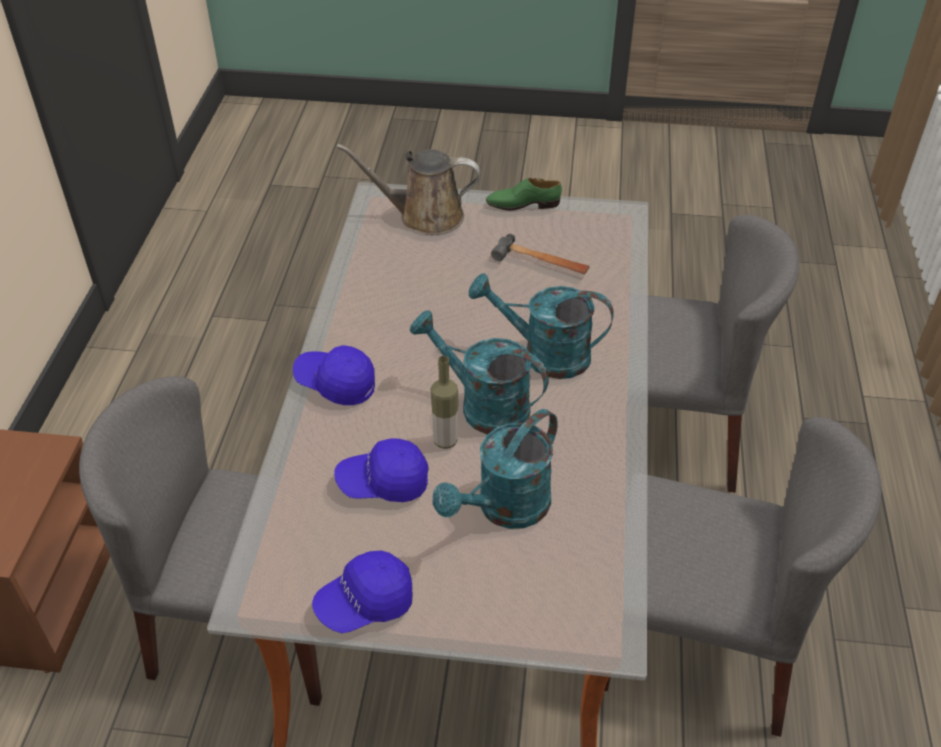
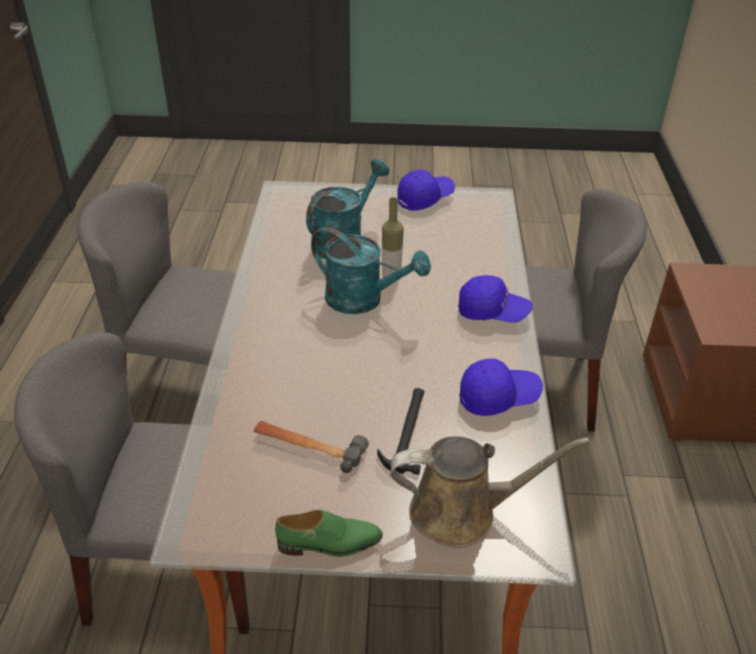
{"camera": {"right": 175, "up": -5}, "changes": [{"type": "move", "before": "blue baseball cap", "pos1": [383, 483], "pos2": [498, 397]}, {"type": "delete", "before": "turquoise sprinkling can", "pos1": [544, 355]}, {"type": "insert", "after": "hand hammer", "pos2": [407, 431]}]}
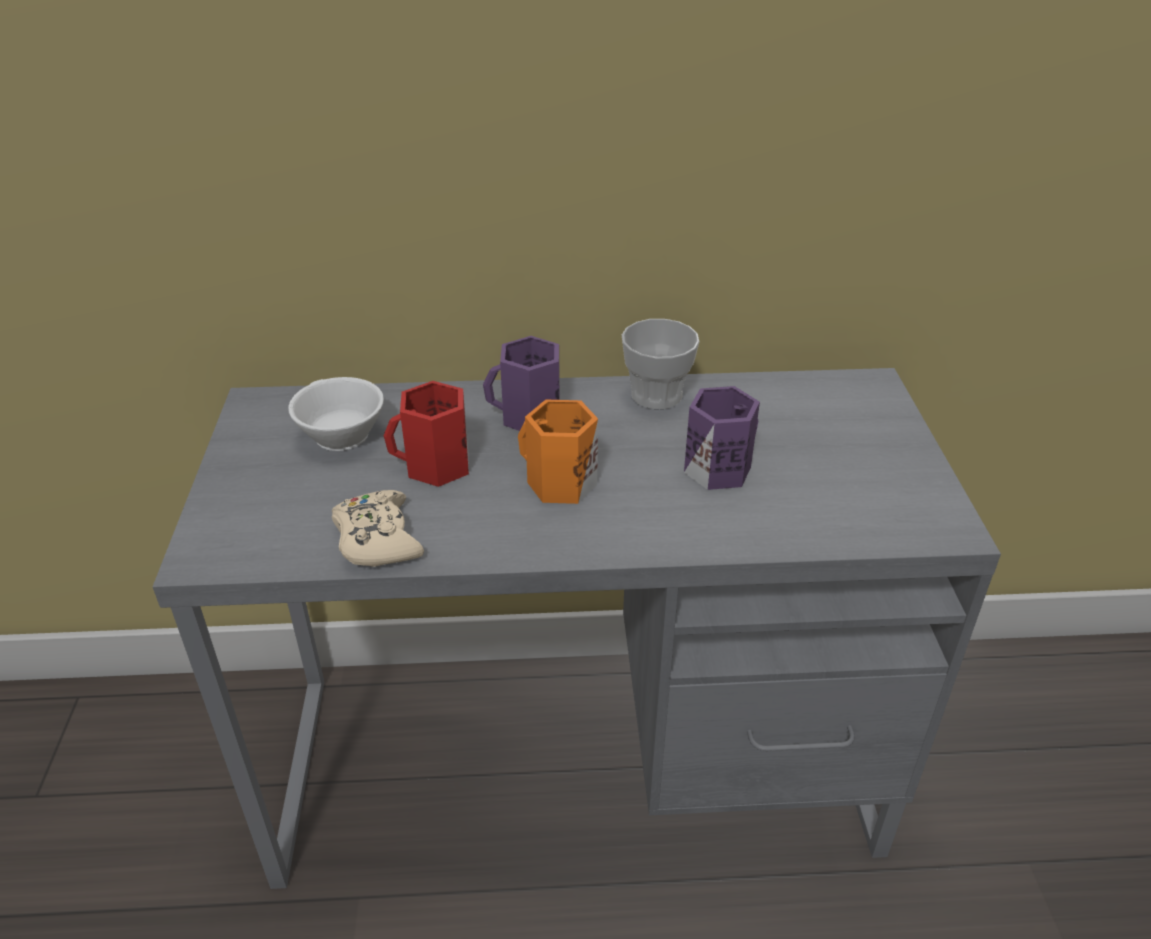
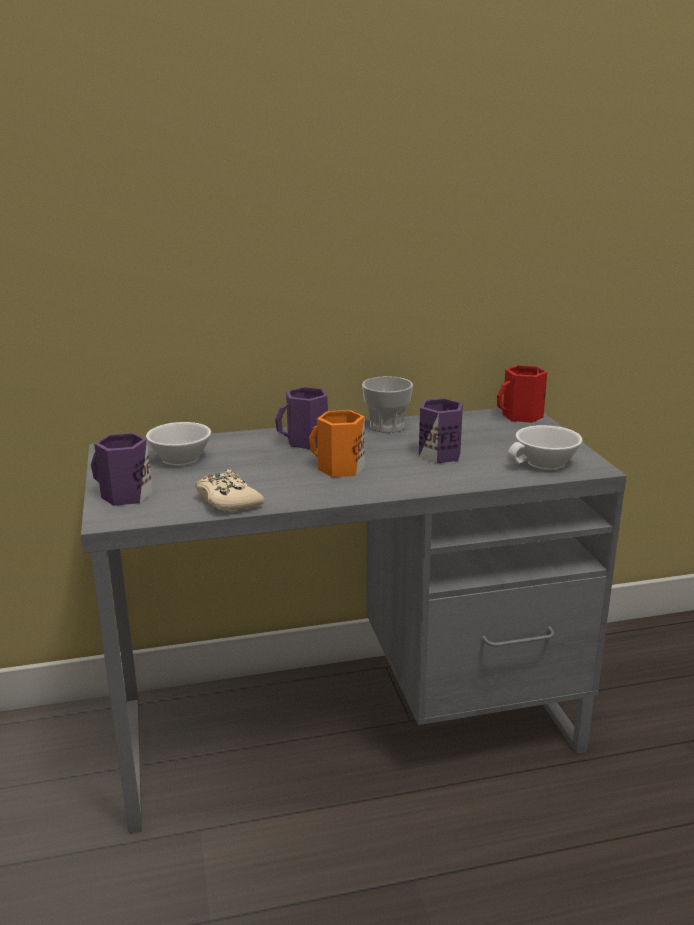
{"camera": {"right": -10, "up": -15}, "changes": [{"type": "move", "before": "red tea mug", "pos1": [435, 467], "pos2": [521, 416]}, {"type": "insert", "after": "purple-coloured tea mug", "pos2": [124, 495]}, {"type": "insert", "after": "white drinking cup", "pos2": [545, 464]}]}
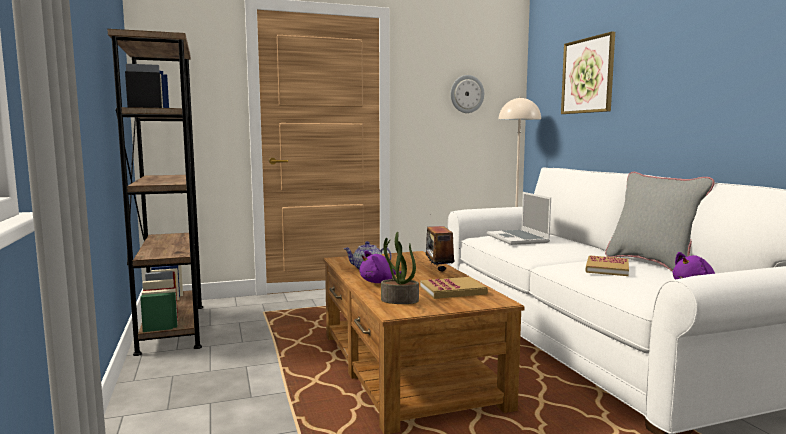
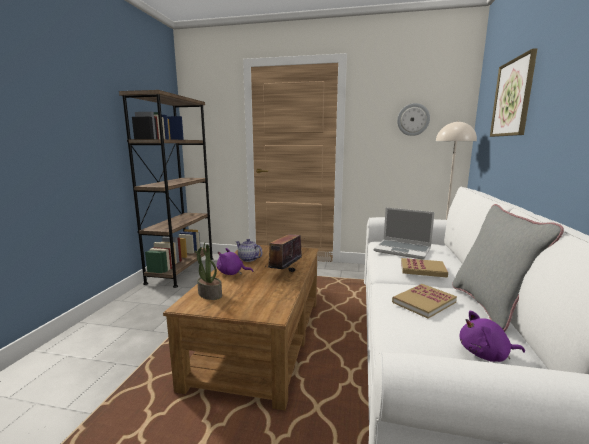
{"camera": {"right": 30, "up": 5}, "changes": [{"type": "move", "before": "book", "pos1": [453, 290], "pos2": [422, 269]}, {"type": "rotate", "before": "notebook computer", "pos1": [518, 239], "pos2": [403, 250], "turn": -75}]}
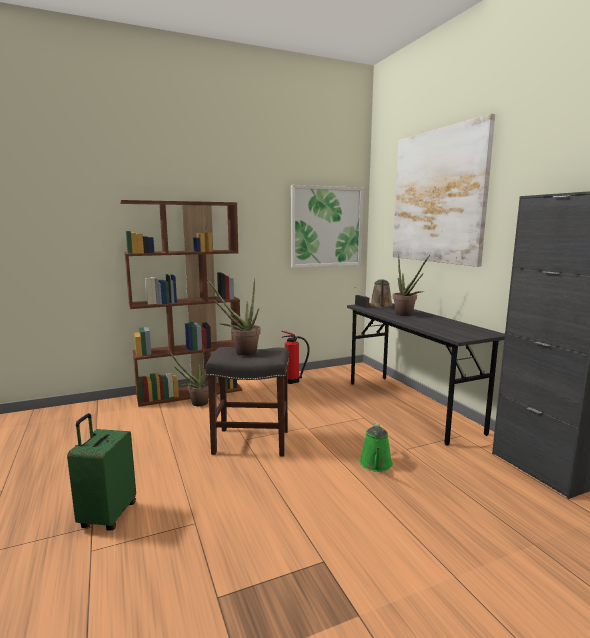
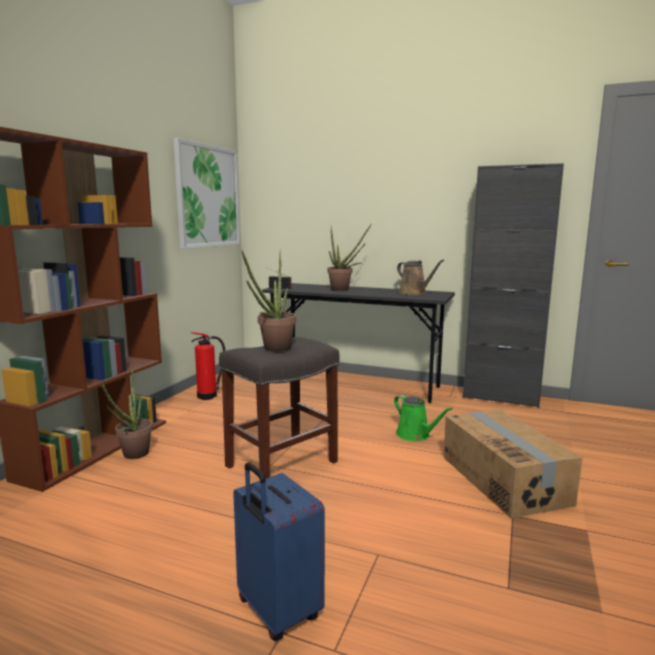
{"camera": {"right": -45, "up": 0}, "changes": [{"type": "recolor", "before": "green-coloured suitcase", "after": "blue suitcase", "pos1": [107, 516], "pos2": [276, 611]}, {"type": "move", "before": "brown-coloured sprinkling can", "pos1": [381, 306], "pos2": [414, 293]}, {"type": "delete", "before": "picture", "pos1": [437, 197]}, {"type": "insert", "after": "carton", "pos2": [504, 479]}]}
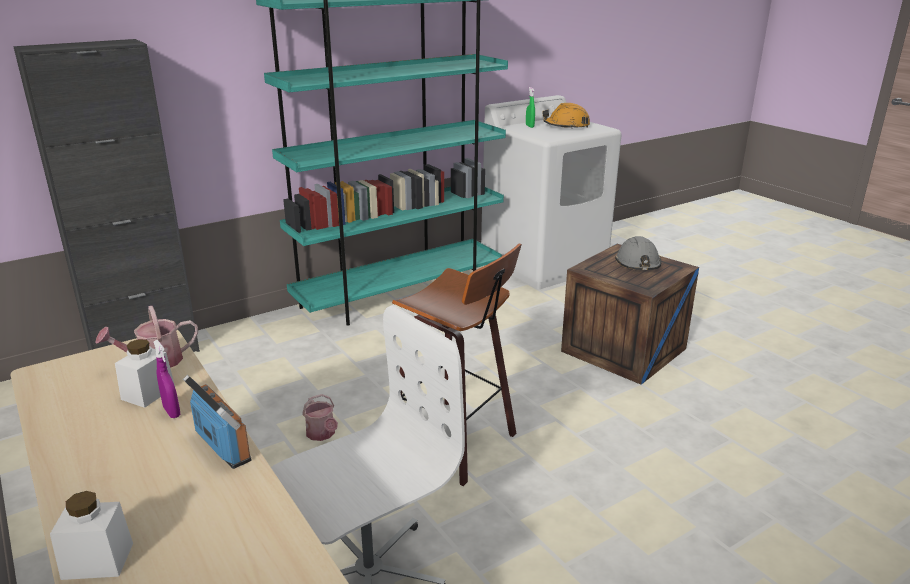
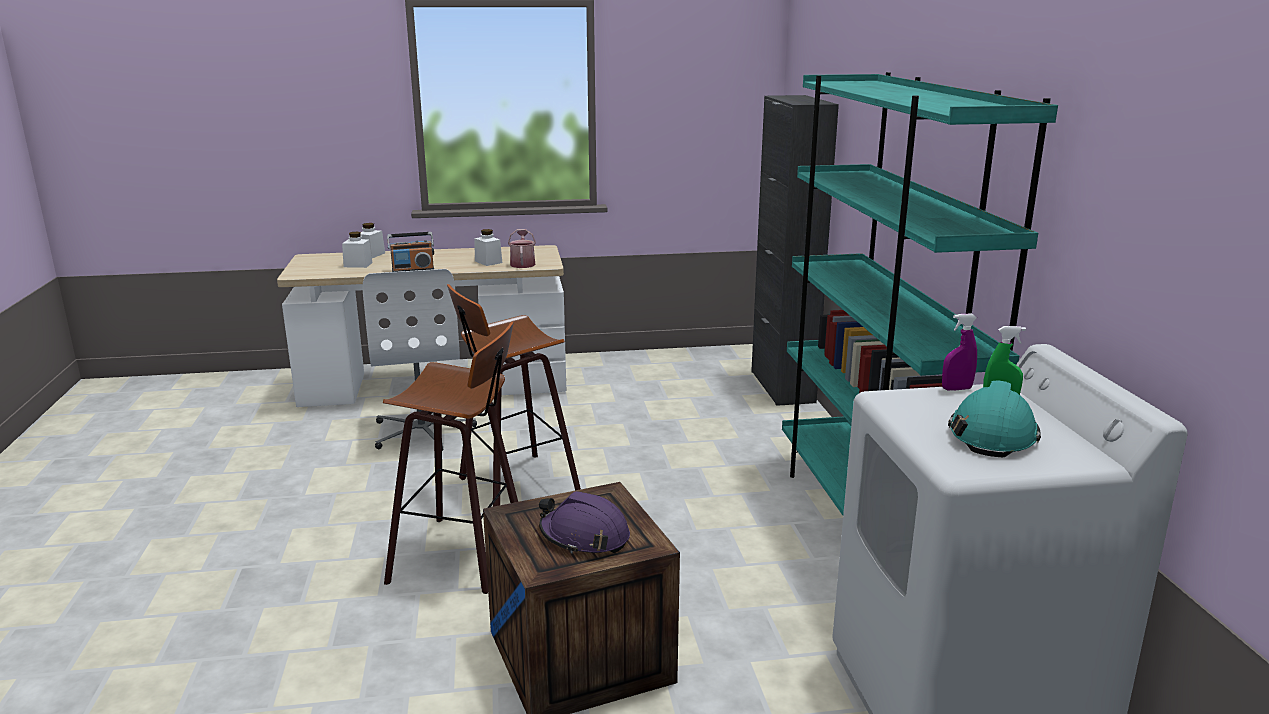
{"camera": {"right": 115, "up": -5}, "changes": [{"type": "move", "before": "purple-coloured spray bottle", "pos1": [172, 412], "pos2": [956, 389]}, {"type": "delete", "before": "sprinkling can", "pos1": [322, 434]}, {"type": "recolor", "before": "orangey safety helmet", "after": "turquoise safety helmet", "pos1": [566, 126], "pos2": [992, 435]}, {"type": "recolor", "before": "gray safety helmet", "after": "purple-coloured safety helmet", "pos1": [638, 264], "pos2": [584, 537]}, {"type": "insert", "after": "white storage jar", "pos2": [358, 265]}, {"type": "insert", "after": "stool seat", "pos2": [464, 556]}]}
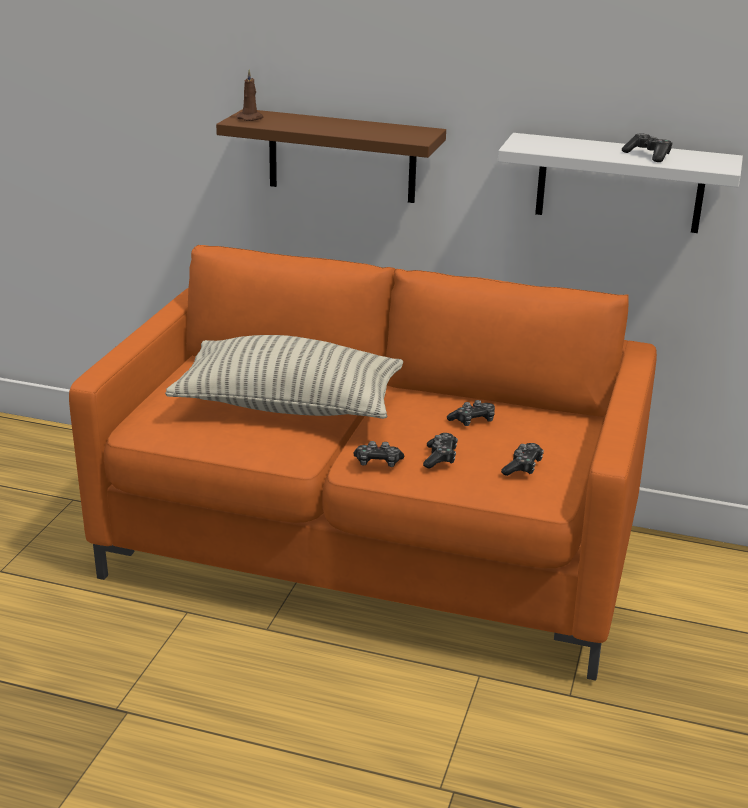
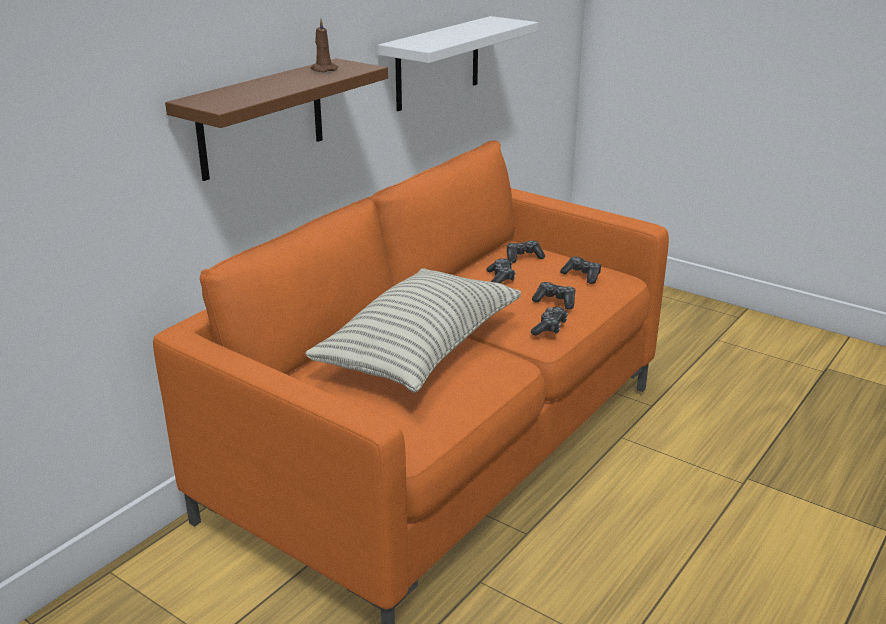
{"camera": {"right": -70, "up": 0}, "changes": [{"type": "move", "before": "brown-coloured candle", "pos1": [251, 118], "pos2": [323, 70]}, {"type": "move", "before": "game controller", "pos1": [648, 155], "pos2": [523, 257]}]}
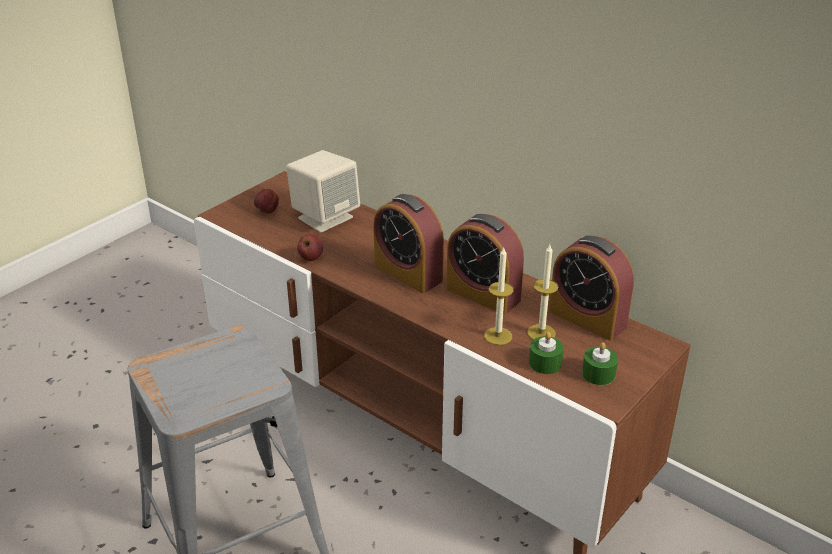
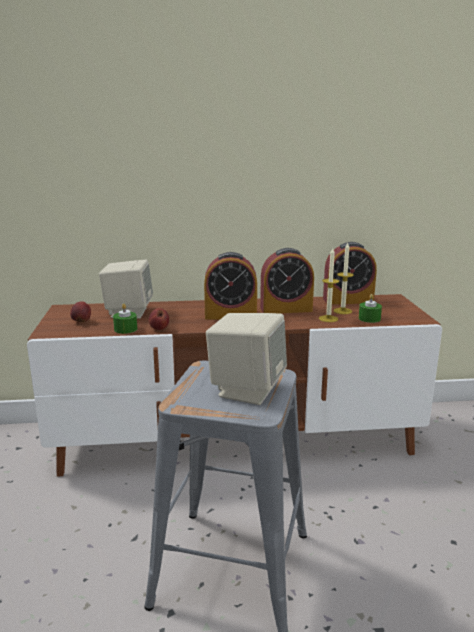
{"camera": {"right": -45, "up": -15}, "changes": [{"type": "move", "before": "green-coloured candle", "pos1": [598, 374], "pos2": [125, 329]}, {"type": "insert", "after": "beige speaker", "pos2": [247, 389]}]}
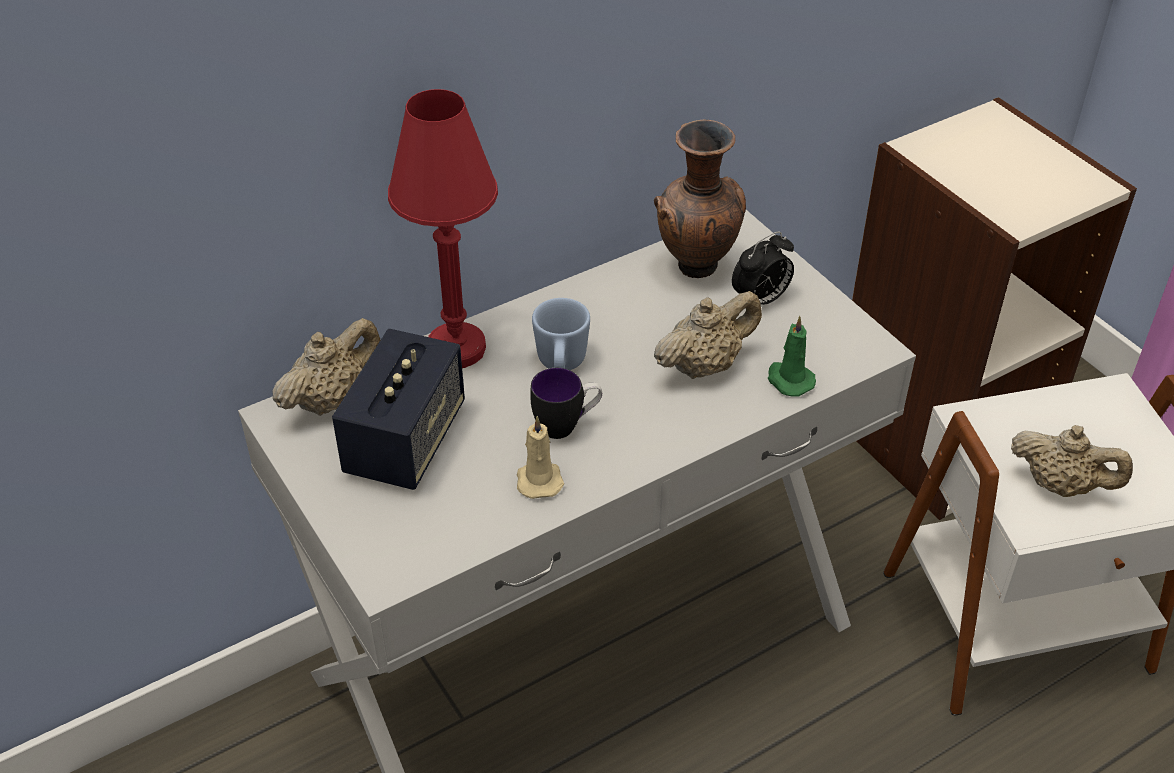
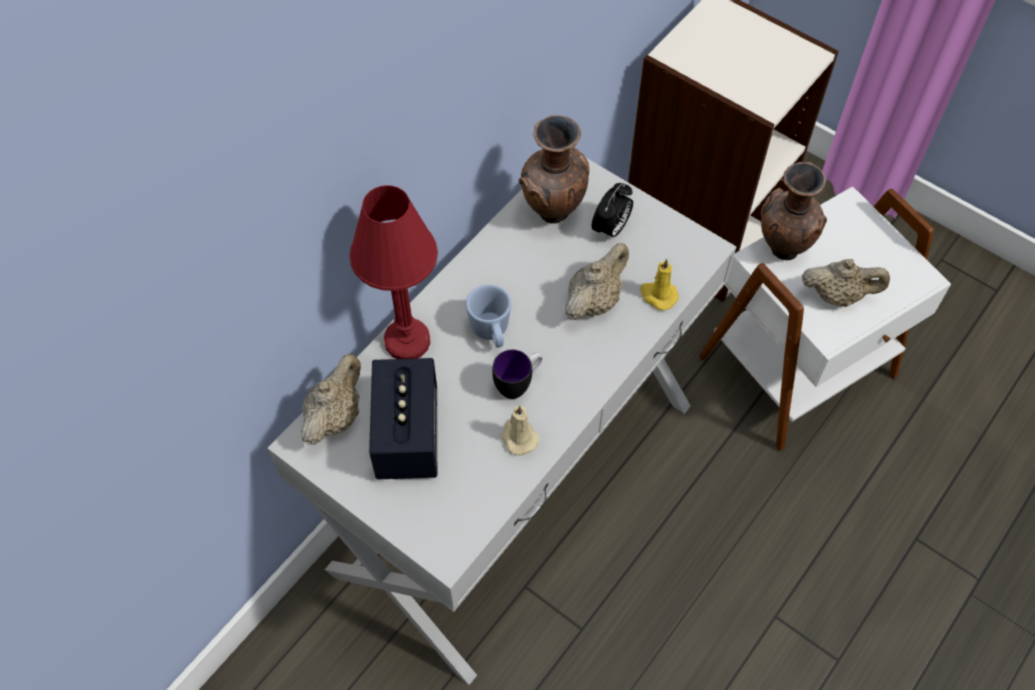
{"camera": {"right": -20, "up": 15}, "changes": [{"type": "recolor", "before": "green-coloured candle", "after": "yellowish candle", "pos1": [789, 380], "pos2": [658, 295]}, {"type": "insert", "after": "brown-coloured flower vase", "pos2": [781, 250]}]}
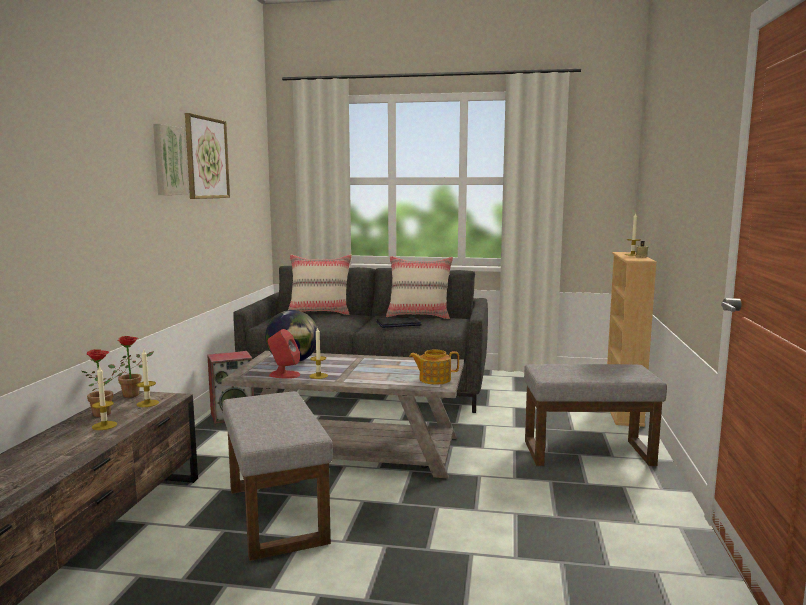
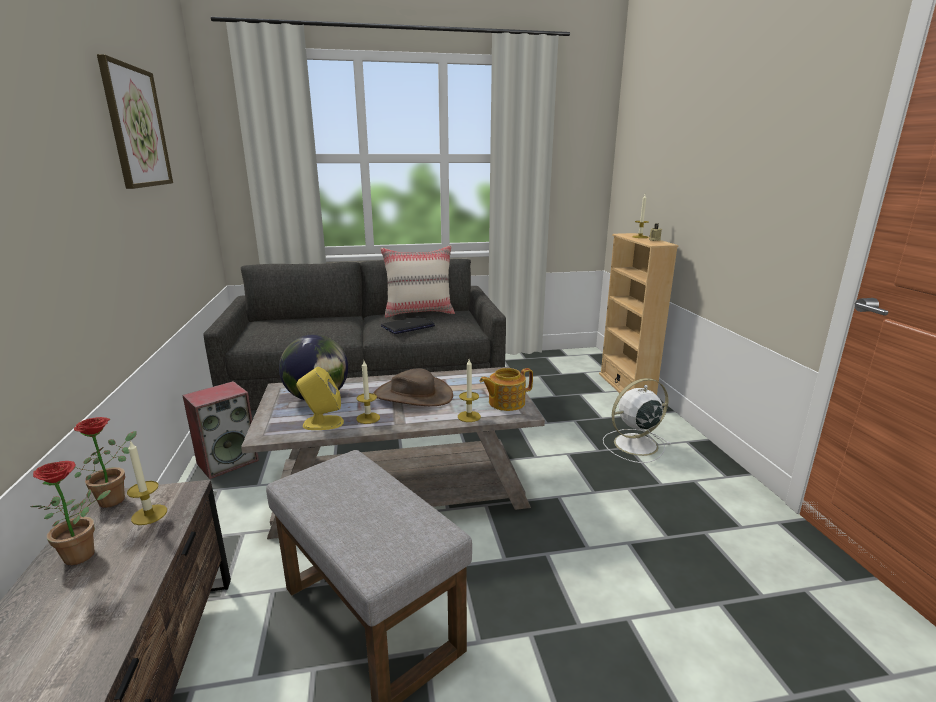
{"camera": {"right": -20, "up": 10}, "changes": [{"type": "move", "before": "candle", "pos1": [104, 425], "pos2": [469, 416]}, {"type": "delete", "before": "picture", "pos1": [167, 160]}, {"type": "recolor", "before": "red speaker", "after": "yellowish speaker", "pos1": [284, 375], "pos2": [322, 423]}, {"type": "delete", "before": "beige throw pillow", "pos1": [320, 312]}, {"type": "replace", "before": "gray footrest", "after": "white cooling fan", "pos1": [586, 453], "pos2": [634, 445]}, {"type": "insert", "after": "brown-coloured hat", "pos2": [413, 395]}]}
